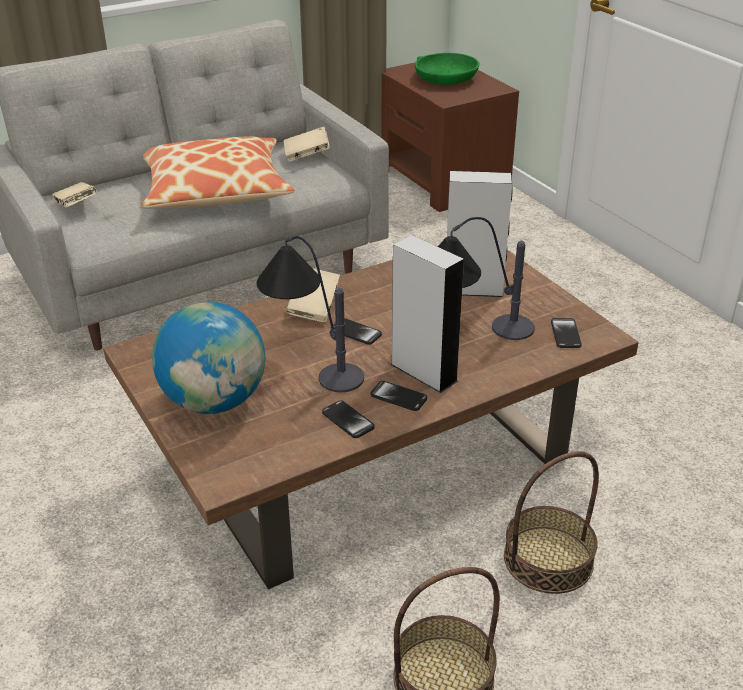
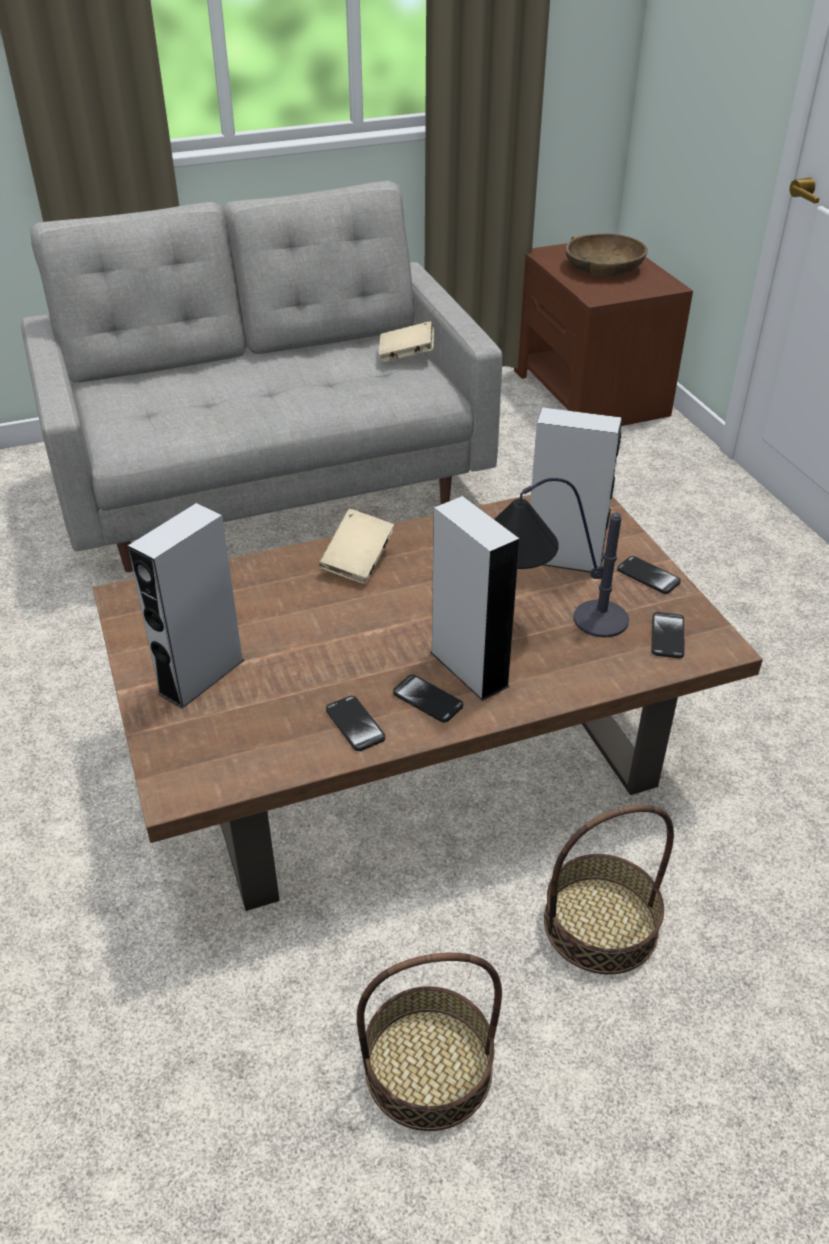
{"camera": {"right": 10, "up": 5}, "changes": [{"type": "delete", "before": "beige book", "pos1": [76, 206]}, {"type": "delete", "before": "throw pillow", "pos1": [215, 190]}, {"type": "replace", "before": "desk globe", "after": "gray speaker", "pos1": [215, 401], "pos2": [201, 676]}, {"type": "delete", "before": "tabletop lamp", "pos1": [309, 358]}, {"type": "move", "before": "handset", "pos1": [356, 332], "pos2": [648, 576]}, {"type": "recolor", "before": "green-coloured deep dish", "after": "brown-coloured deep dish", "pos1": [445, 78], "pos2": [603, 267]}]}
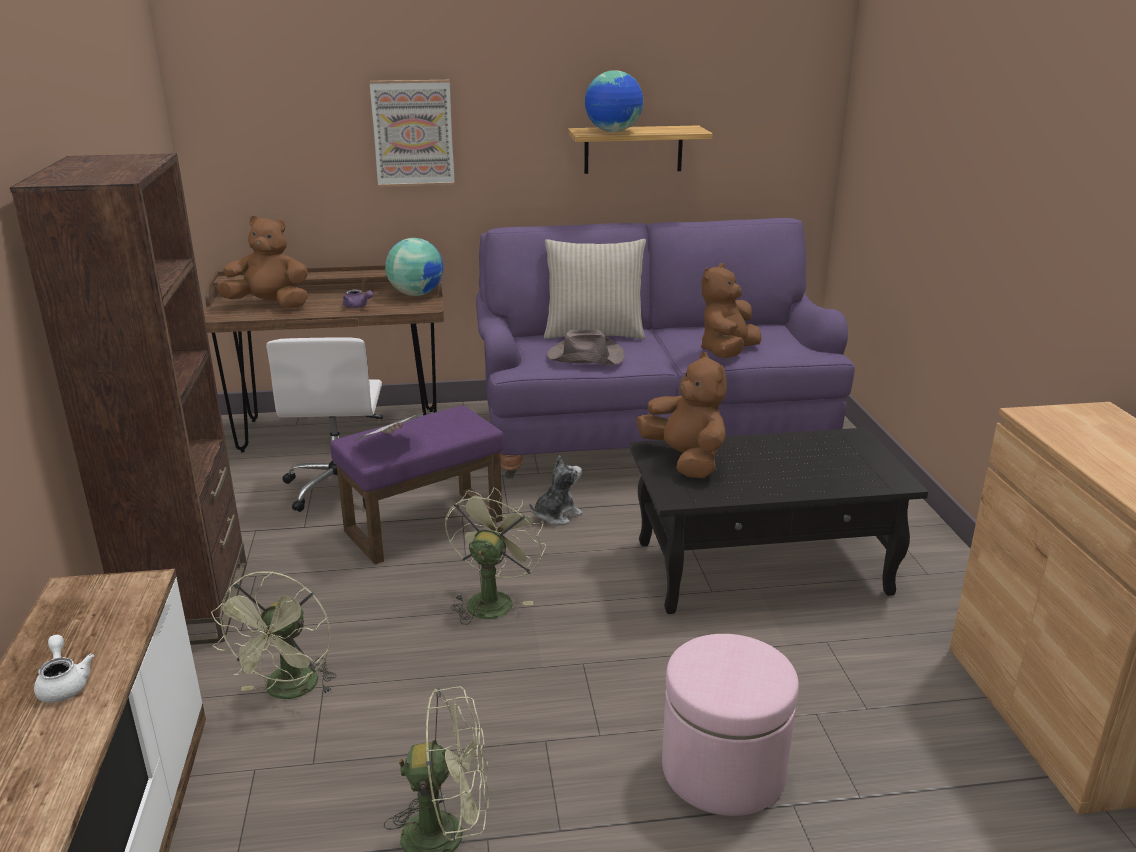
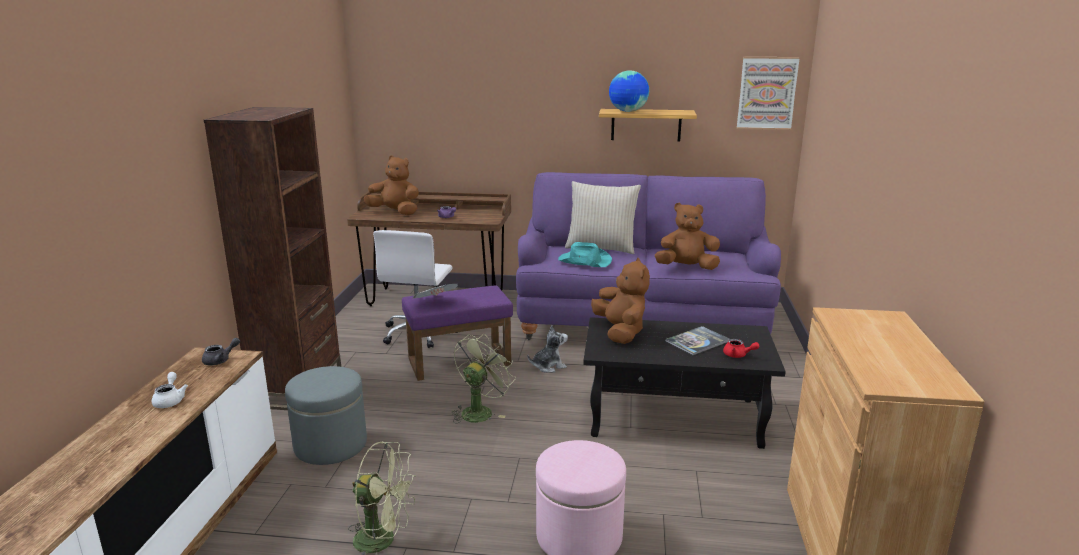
{"camera": {"right": 15, "up": -5}, "changes": [{"type": "replace", "before": "green-coloured cooling fan", "after": "gray footrest", "pos1": [288, 692], "pos2": [330, 445]}, {"type": "move", "before": "picture", "pos1": [413, 133], "pos2": [767, 93]}, {"type": "delete", "before": "desk globe", "pos1": [416, 294]}, {"type": "recolor", "before": "brown-coloured hat", "after": "turquoise hat", "pos1": [584, 356], "pos2": [584, 261]}, {"type": "rotate", "before": "brown-coloured soft toy", "pos1": [727, 353], "pos2": [686, 267], "turn": 45}, {"type": "insert", "after": "gray tea pot", "pos2": [220, 360]}, {"type": "insert", "after": "book", "pos2": [697, 341]}, {"type": "insert", "after": "red tea pot", "pos2": [738, 355]}]}
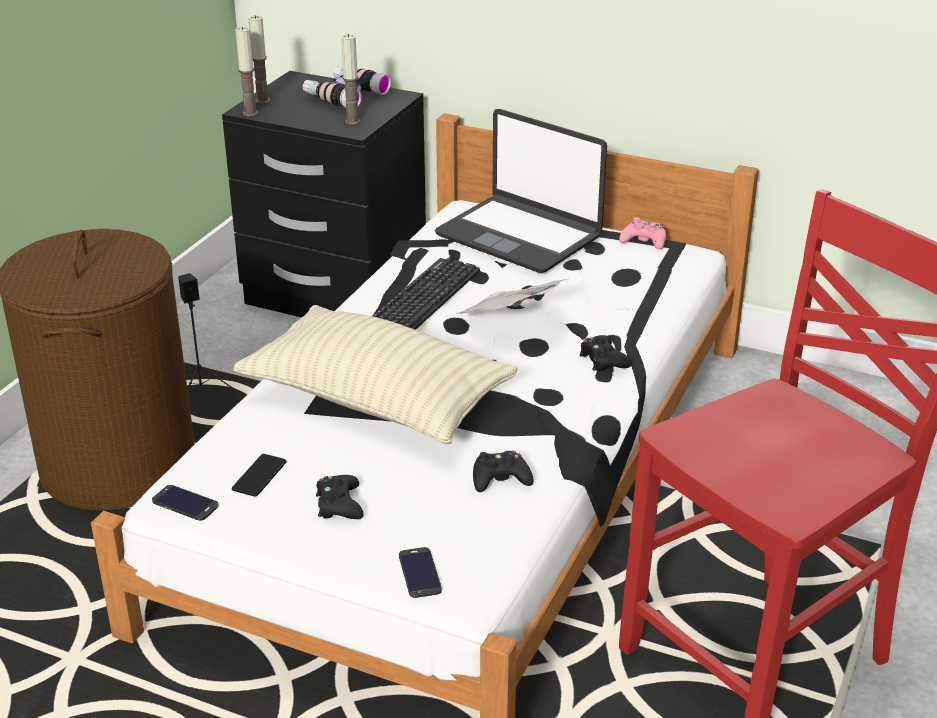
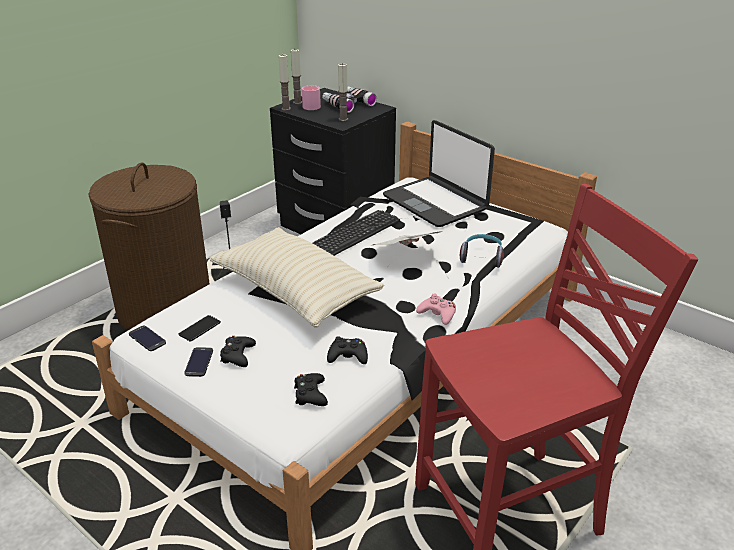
{"camera": {"right": 15, "up": 0}, "changes": [{"type": "move", "before": "handset", "pos1": [420, 573], "pos2": [199, 362]}, {"type": "move", "before": "black game controller", "pos1": [603, 360], "pos2": [310, 395]}, {"type": "move", "before": "pink-coloured game controller", "pos1": [644, 241], "pos2": [437, 314]}, {"type": "insert", "after": "pink-coloured tea mug", "pos2": [311, 105]}, {"type": "insert", "after": "headphones", "pos2": [482, 257]}]}
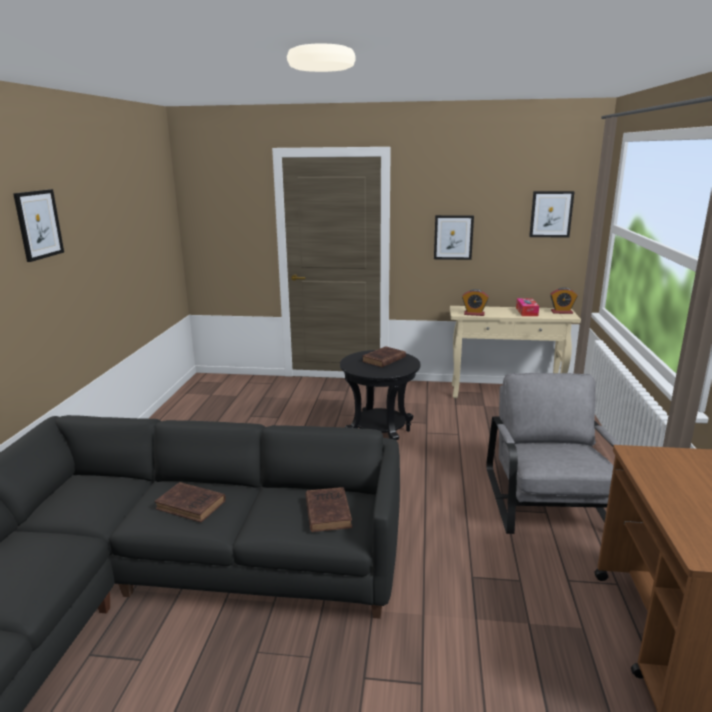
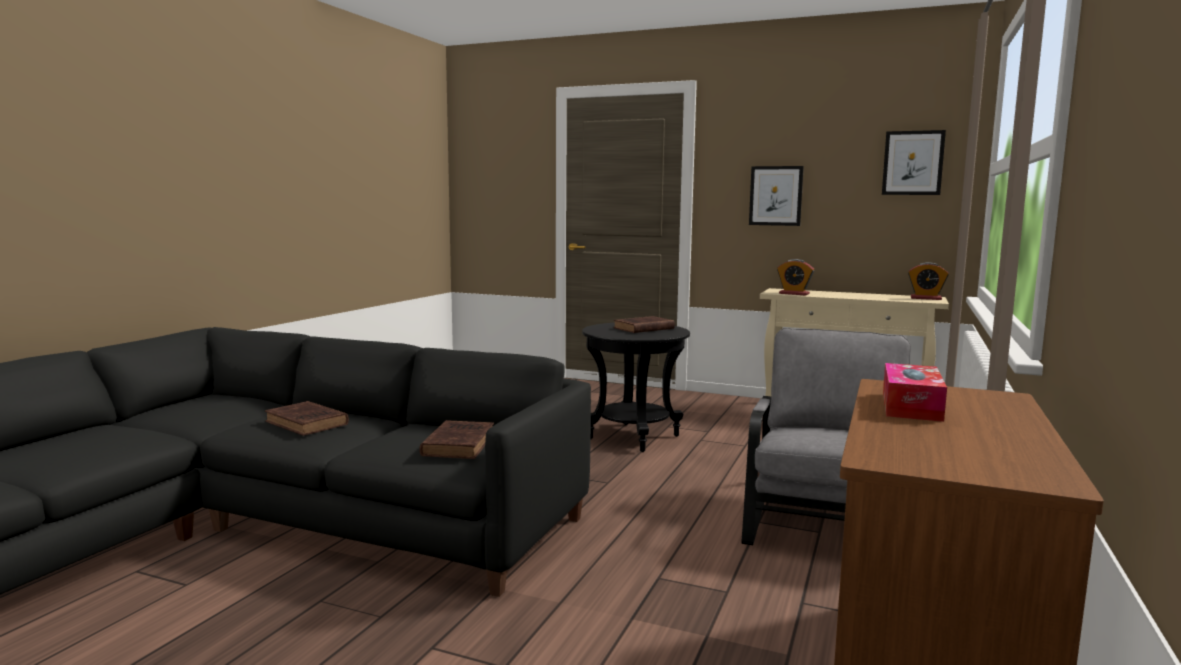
{"camera": {"right": 15, "up": -10}, "changes": [{"type": "delete", "before": "picture", "pos1": [38, 224]}, {"type": "move", "before": "tissue holder", "pos1": [526, 312], "pos2": [911, 406]}]}
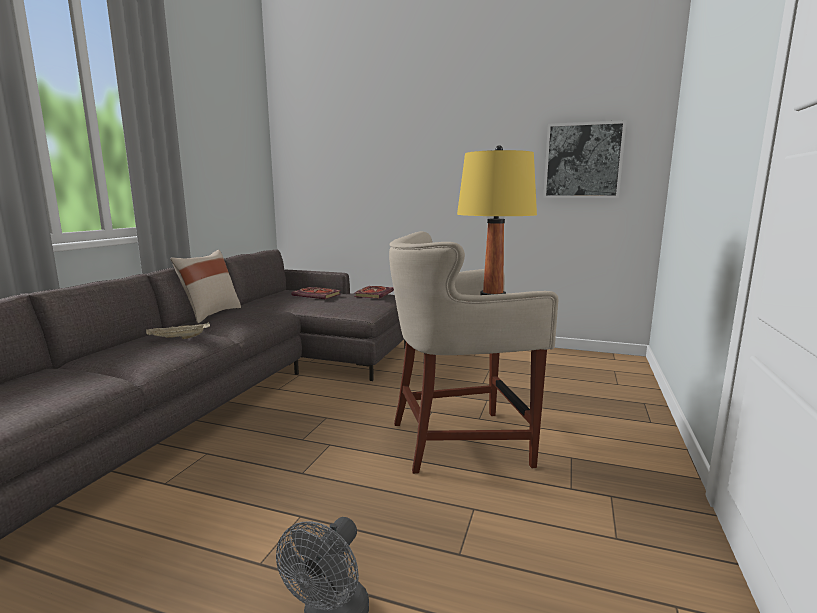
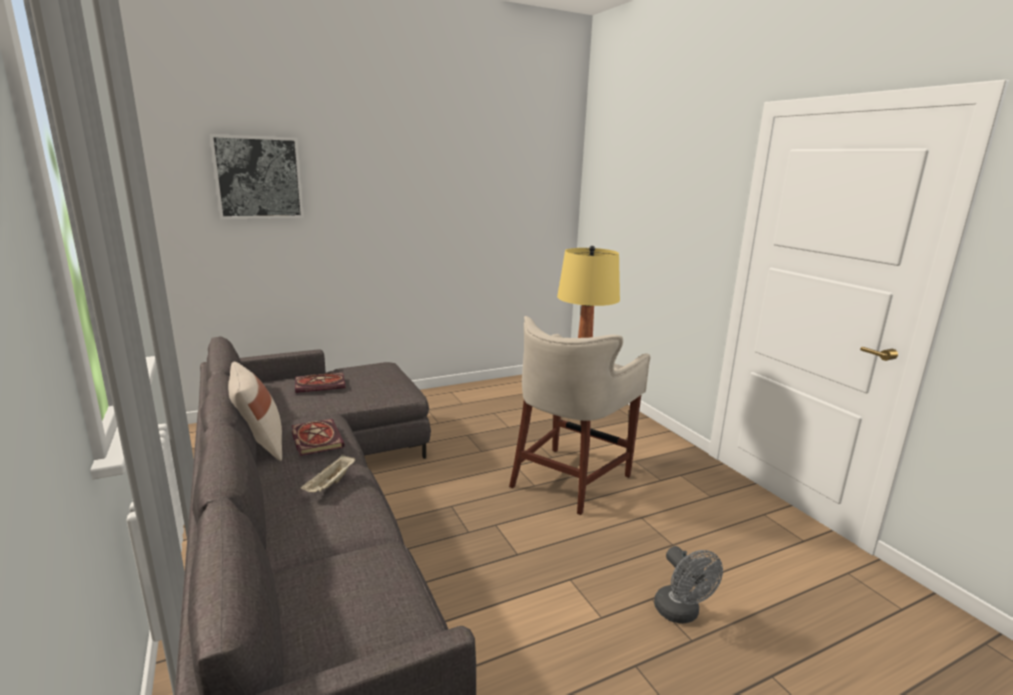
{"camera": {"right": -45, "up": 5}, "changes": [{"type": "move", "before": "book", "pos1": [373, 294], "pos2": [315, 439]}, {"type": "move", "before": "picture", "pos1": [583, 160], "pos2": [258, 177]}]}
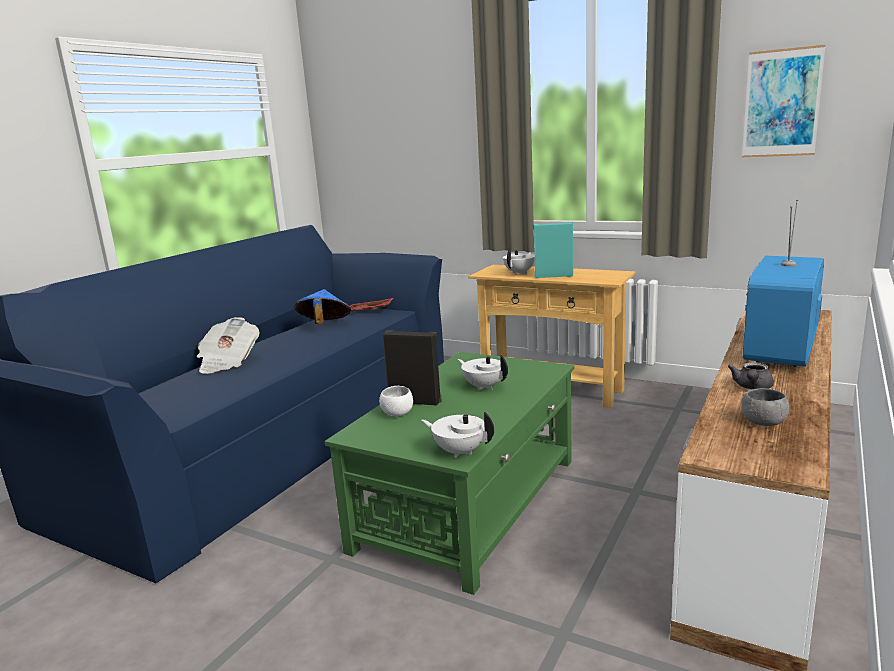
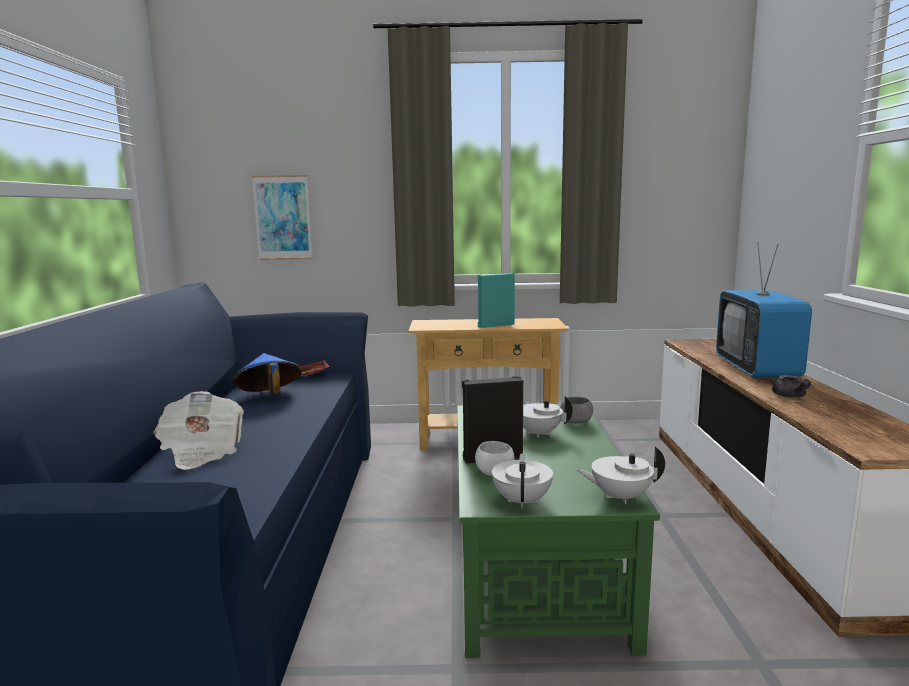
{"camera": {"right": -30, "up": -5}, "changes": [{"type": "move", "before": "white tea pot", "pos1": [520, 273], "pos2": [522, 501]}, {"type": "move", "before": "gray deep dish", "pos1": [763, 422], "pos2": [576, 422]}, {"type": "move", "before": "picture", "pos1": [781, 103], "pos2": [283, 218]}]}
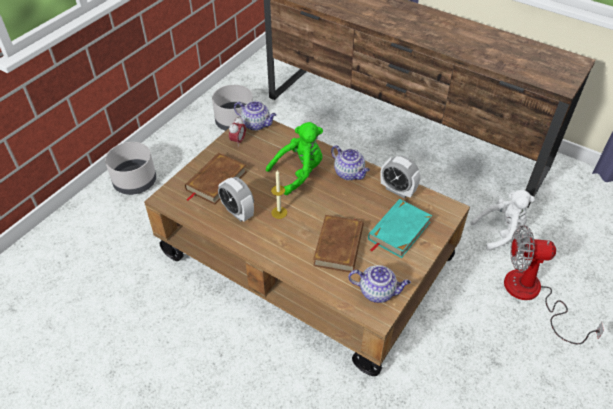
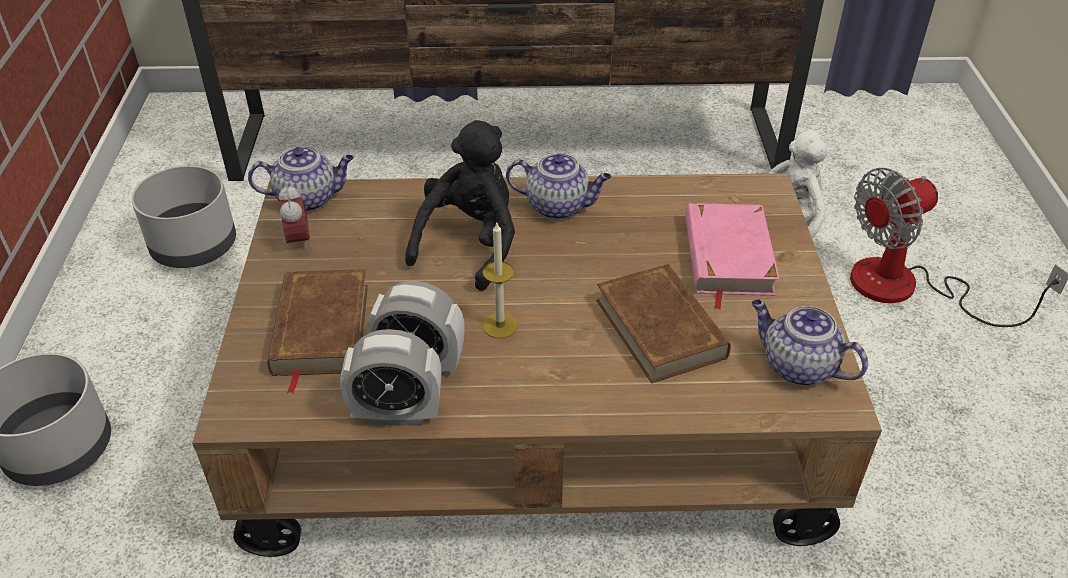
{"camera": {"right": -35, "up": -5}, "changes": [{"type": "recolor", "before": "green-coloured soft toy", "after": "black soft toy", "pos1": [299, 173], "pos2": [470, 244]}, {"type": "rotate", "before": "tea pot", "pos1": [378, 291], "pos2": [797, 366], "turn": -120}, {"type": "recolor", "before": "turquoise book", "after": "pink-coloured book", "pos1": [398, 230], "pos2": [727, 256]}, {"type": "move", "before": "alarm clock", "pos1": [397, 190], "pos2": [396, 413]}]}
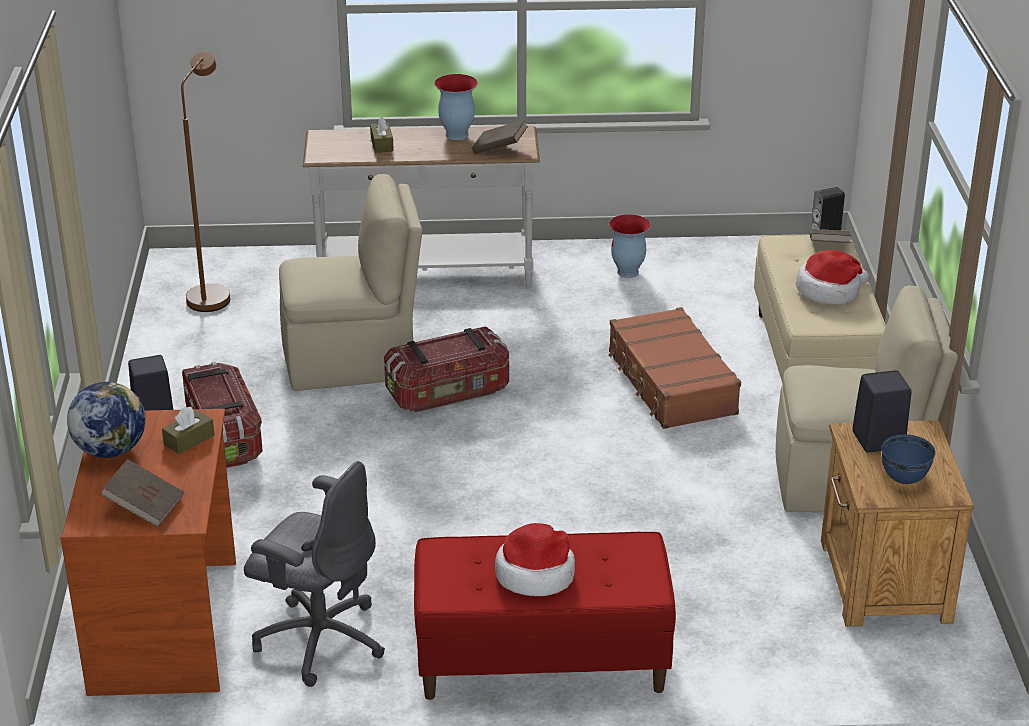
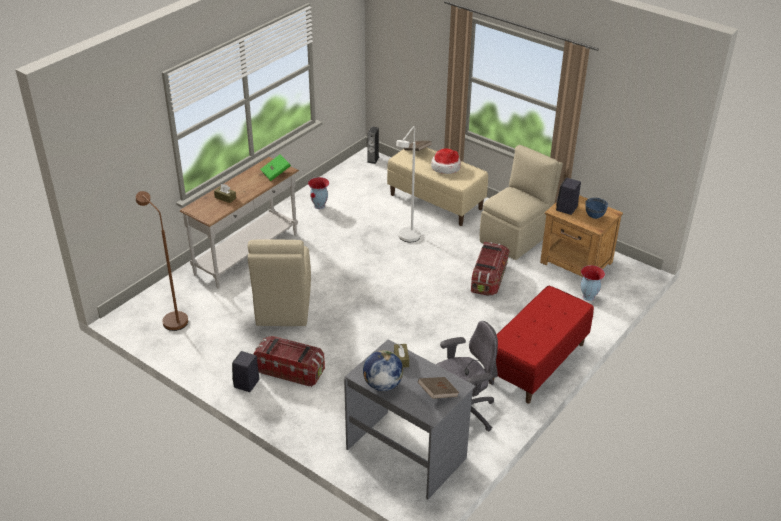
{"camera": {"right": -50, "up": 5}, "changes": [{"type": "recolor", "before": "brown-coloured desk table", "after": "gray desk table", "pos1": [167, 626], "pos2": [407, 453]}, {"type": "rotate", "before": "beige plain chair", "pos1": [352, 361], "pos2": [283, 306], "turn": 150}, {"type": "move", "before": "storage container", "pos1": [448, 393], "pos2": [489, 279]}, {"type": "move", "before": "flower vase", "pos1": [456, 135], "pos2": [588, 297]}, {"type": "recolor", "before": "brown-coloured book", "after": "green-coloured book", "pos1": [499, 149], "pos2": [276, 173]}, {"type": "delete", "before": "hat", "pos1": [535, 574]}, {"type": "replace", "before": "brown-coloured suitcase", "after": "white standard lamp", "pos1": [670, 383], "pos2": [407, 239]}]}
